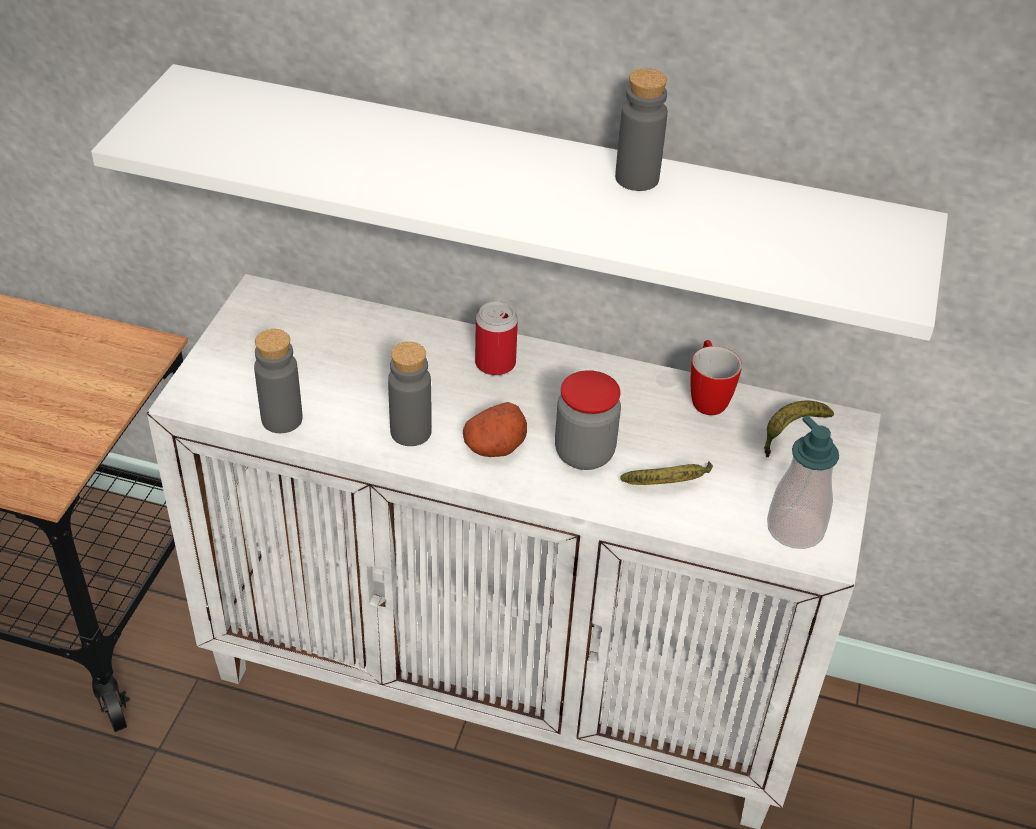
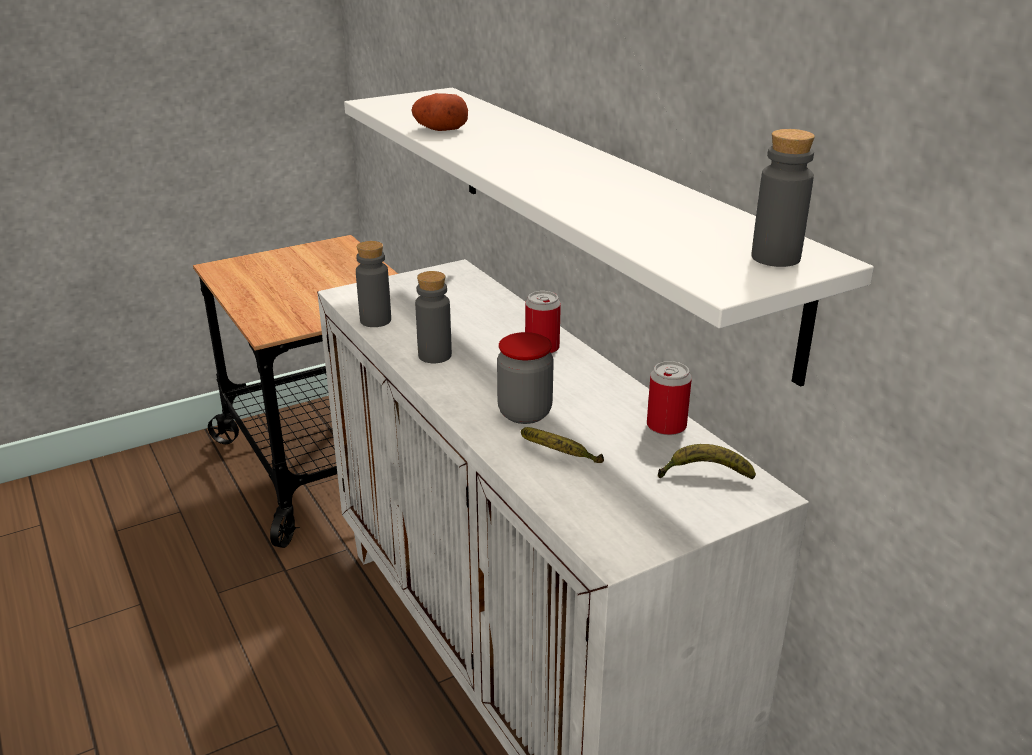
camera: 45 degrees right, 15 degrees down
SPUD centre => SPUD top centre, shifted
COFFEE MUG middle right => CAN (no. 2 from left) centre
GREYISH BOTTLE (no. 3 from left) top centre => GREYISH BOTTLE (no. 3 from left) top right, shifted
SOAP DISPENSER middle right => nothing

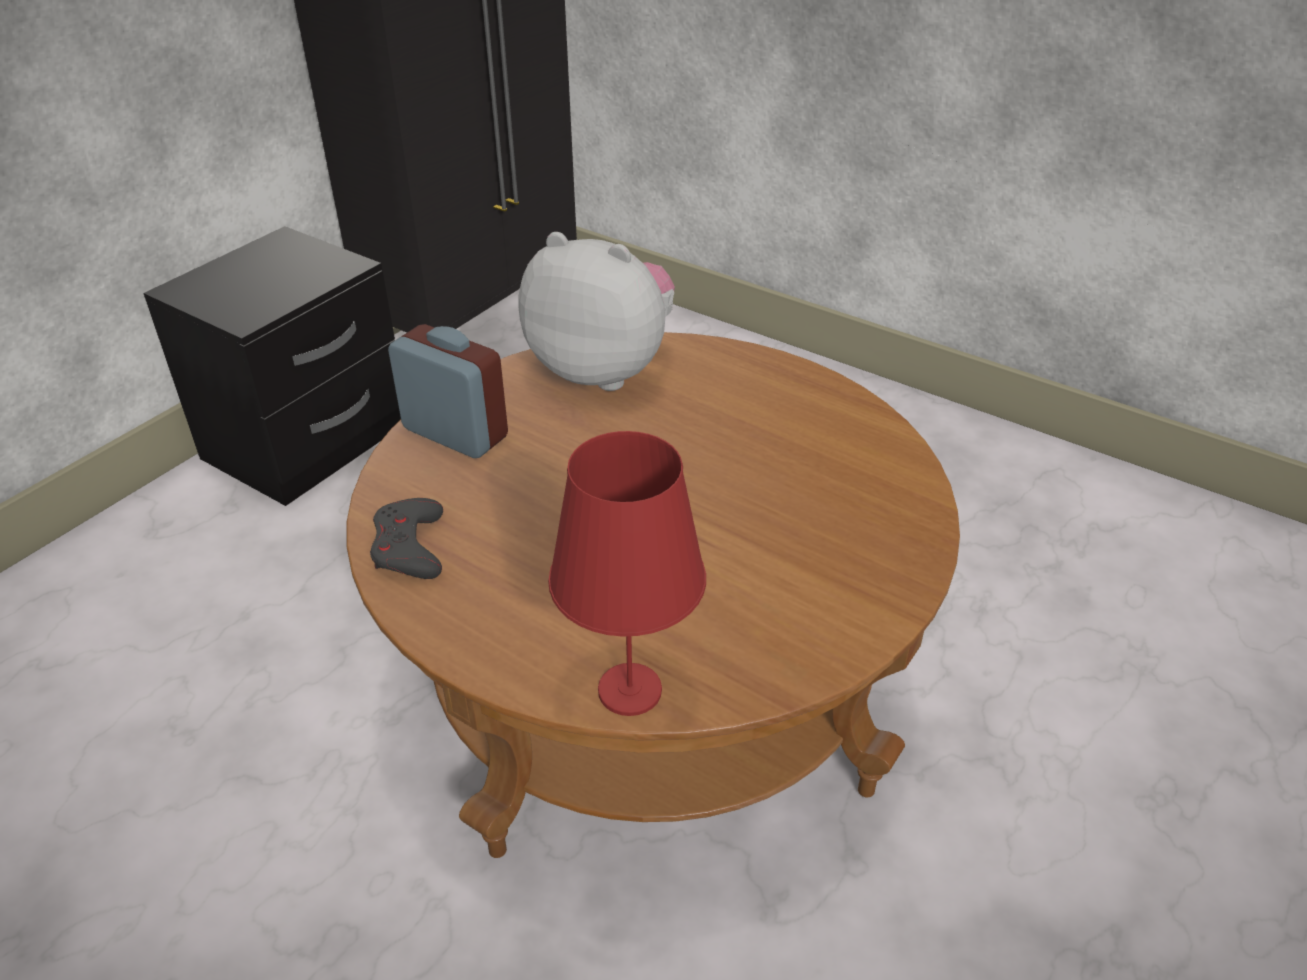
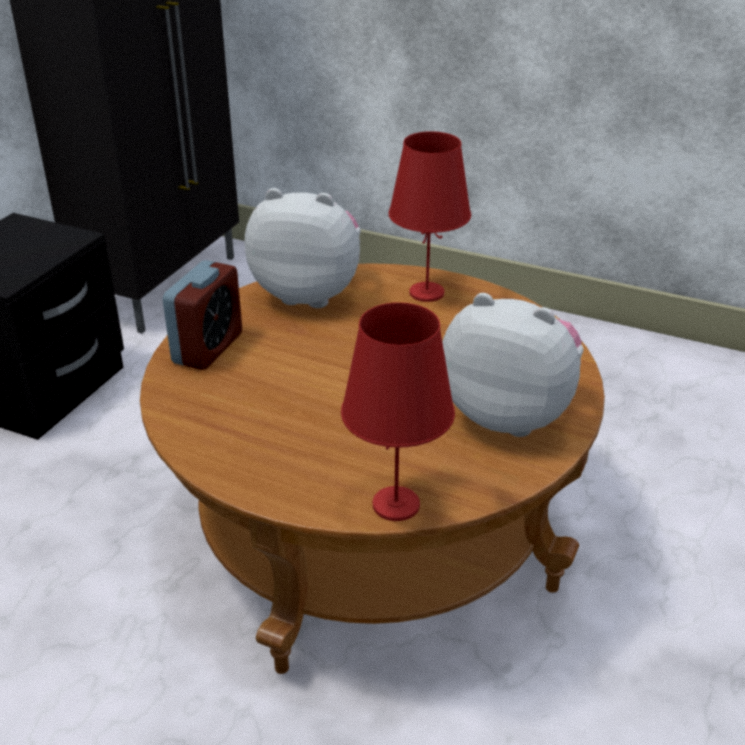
camera: 10 degrees left, 5 degrees down
ALARM CLOCK centre => ALARM CLOCK middle left, 90 degrees clockwise
nothing => RED-COLOURED TABLE LAMP (no. 2 from left) top centre
nothing => PLUSH TOY (no. 2 from left) middle right
GREYISH GAMEPAD middle left => nothing

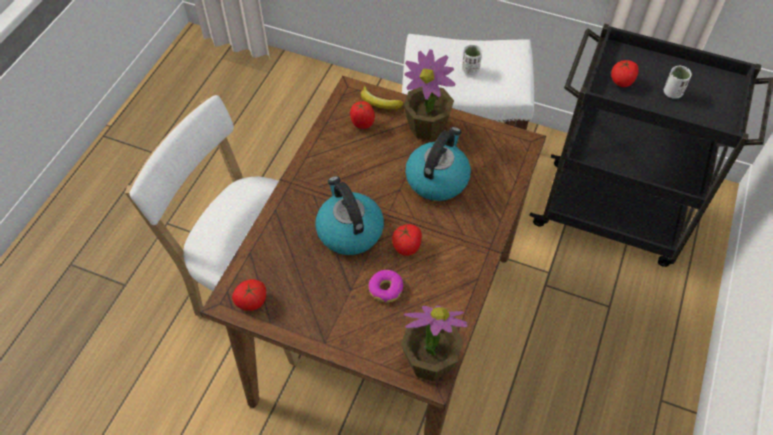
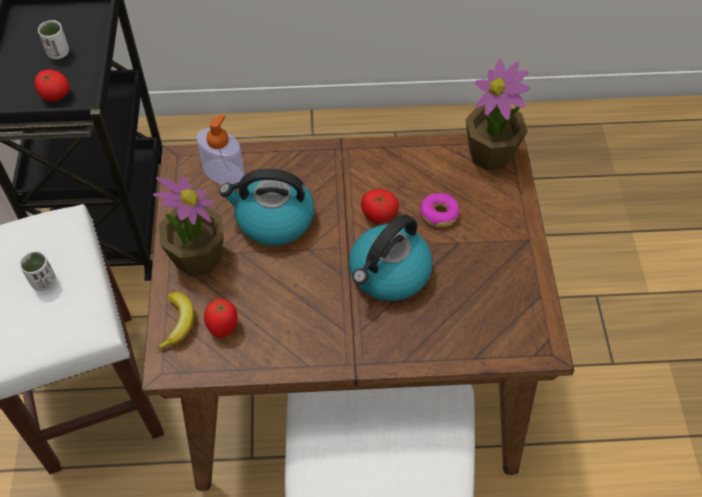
camera: 115 degrees left, 0 degrees up
nothing => SOAP DISPENSER top left
TOMATO (no. 1 from left) bottom left => nothing

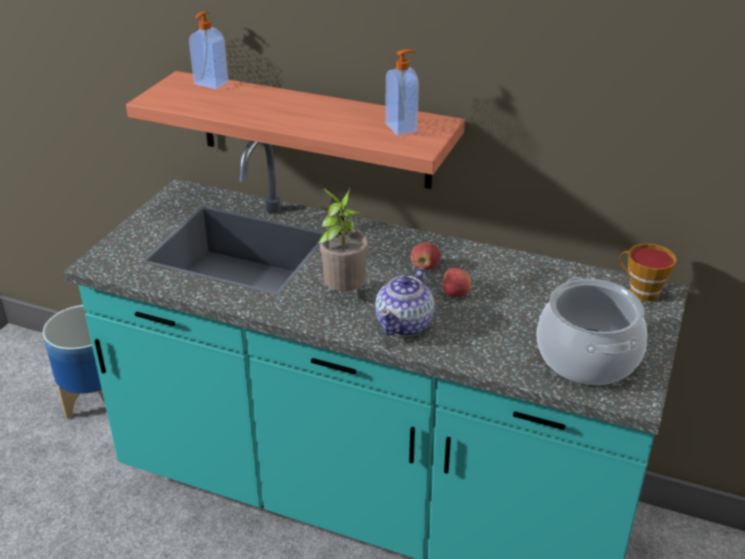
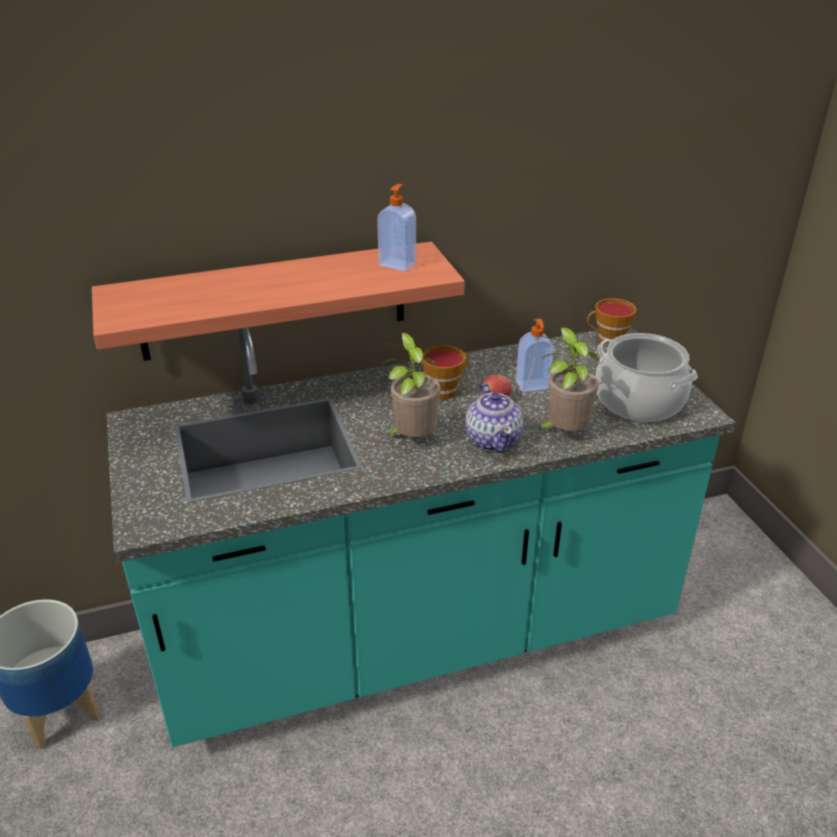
camera: 40 degrees left, 0 degrees up
APPLE FRUIT (no. 1 from left) centre => SMALL CUP (no. 1 from left) centre
SOAP DISPENSER (no. 1 from left in the first image) top left => SOAP DISPENSER (no. 2 from left) centre, shifted
nothing => POTTED PLANT (no. 2 from left) middle right

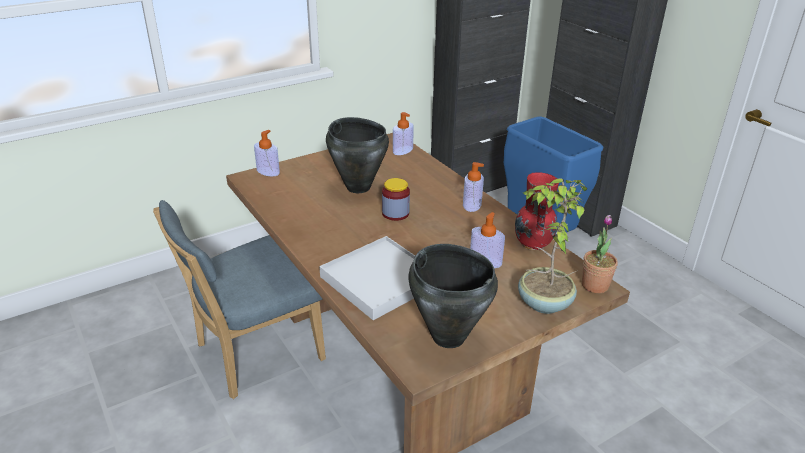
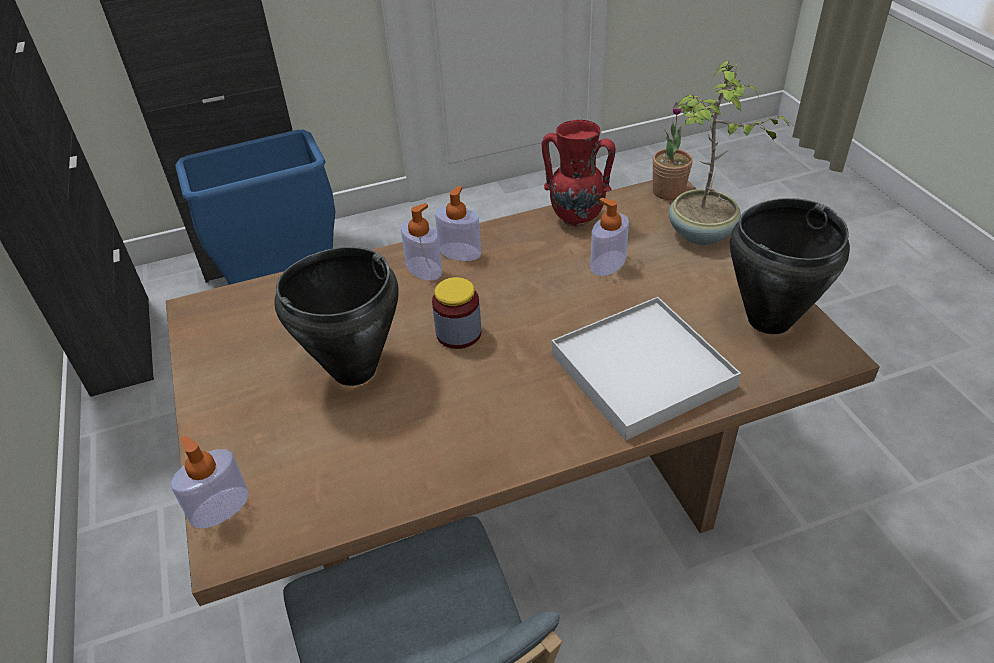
camera: 75 degrees left, 10 degrees up
SOAP DISPENSER (no. 2 from left) top centre => SOAP DISPENSER (no. 2 from left) centre, shifted

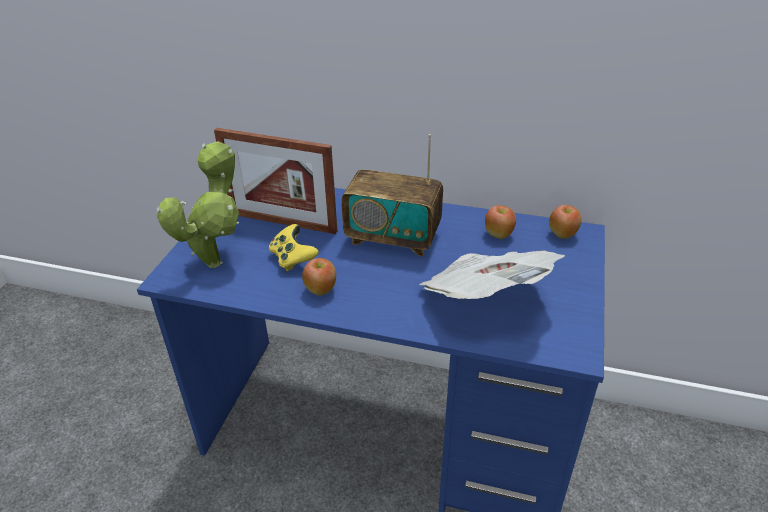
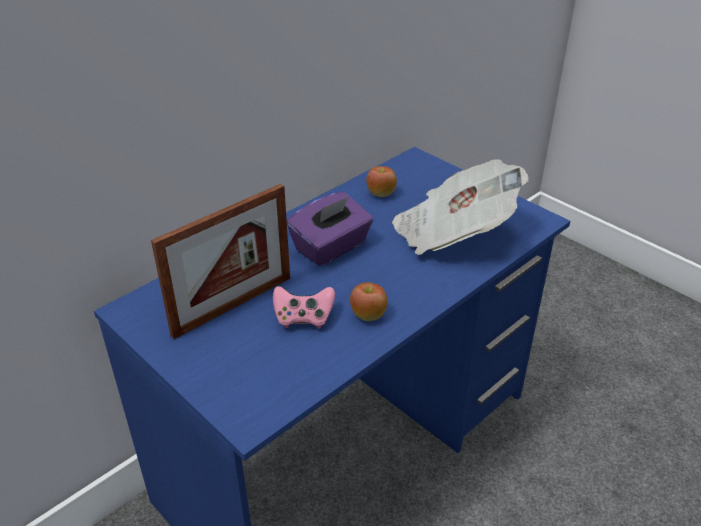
camera: 60 degrees left, 0 degrees up
YELLOWISH GAMEPAD centre => PINKISH GAMEPAD centre
RADIO centre => PURPLISH BOX OF TISSUES centre
POTTED PLANT middle left => nothing
APPLE FRUIT (no. 3 from left) middle right => nothing

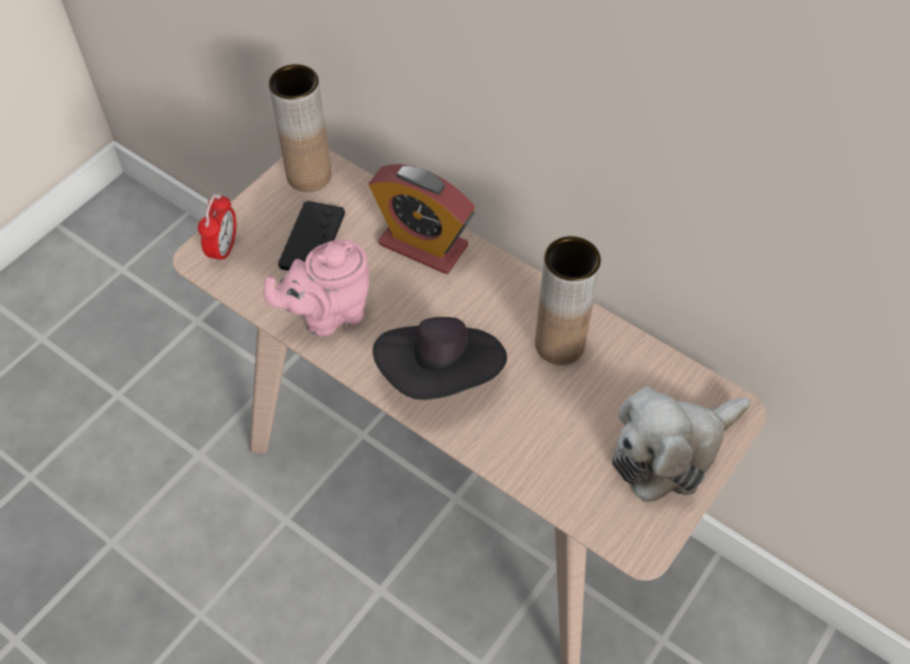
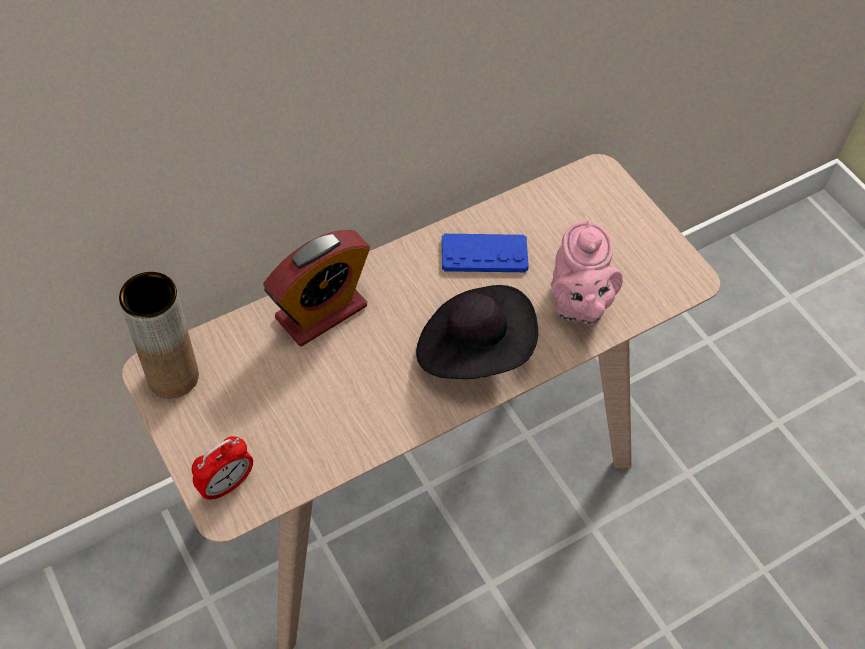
camera: 70 degrees left, 0 degrees up
ALARM CLOCK (no. 1 from left) middle left => ALARM CLOCK (no. 1 from left) bottom left, 105 degrees clockwise
BROWN VASE (no. 2 from left) centre => BLUISH GAMEPAD centre
PINKISH TEA POT centre => PINKISH TEA POT middle right, shifted
BLACKISH GAMEPAD centre => nothing
PLUSH TOY bottom right => nothing

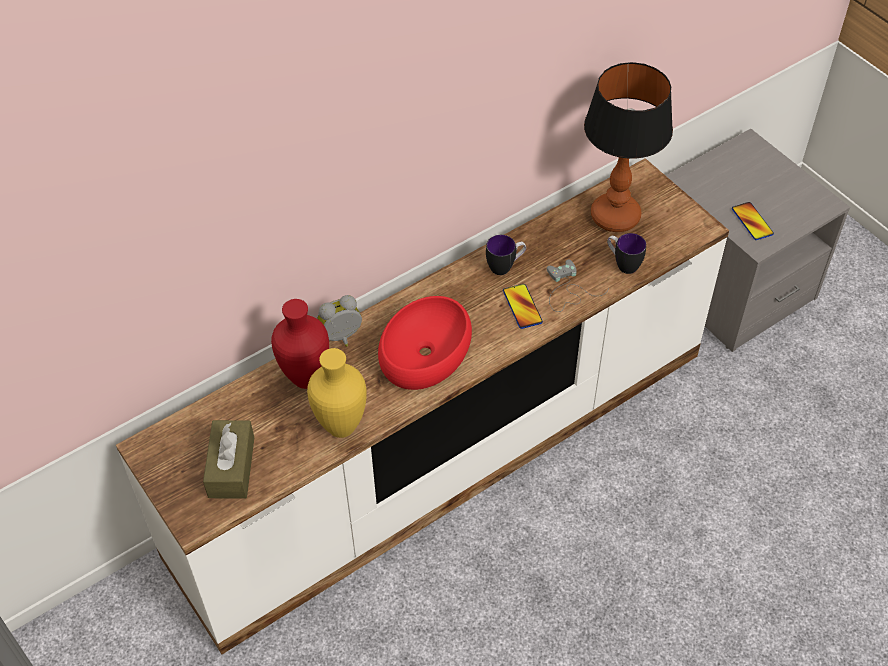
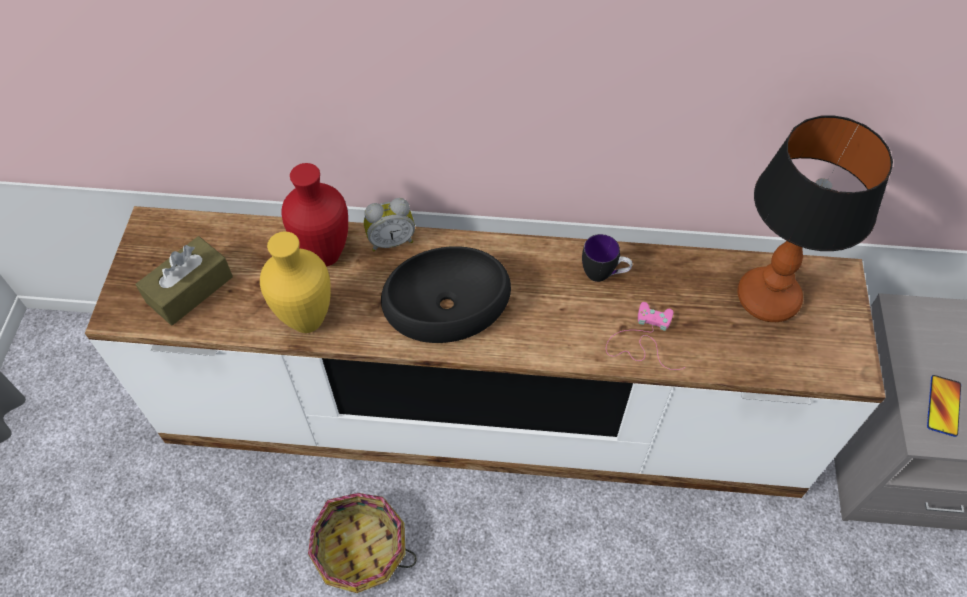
camera: 40 degrees right, 5 degrees up
nothing => BASKET bottom centre
ALARM CLOCK centre, 150 degrees clockwise
RED-COLOURED SERVING BOWL centre => BLACKISH SERVING BOWL centre
GREYISH GAMEPAD centre => PINKISH GAMEPAD middle right
PHONE (no. 1 from left) centre => nothing
COFFEE MUG (no. 2 from left) middle right => nothing

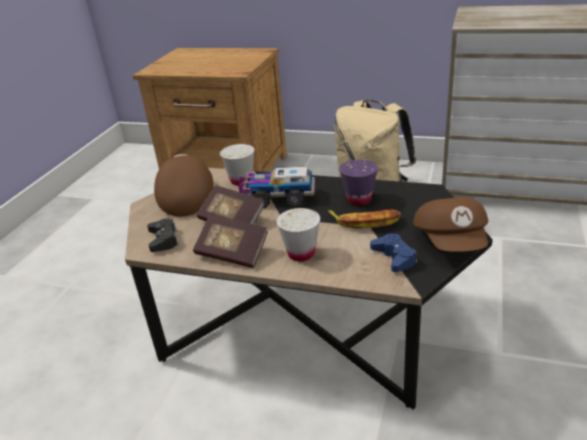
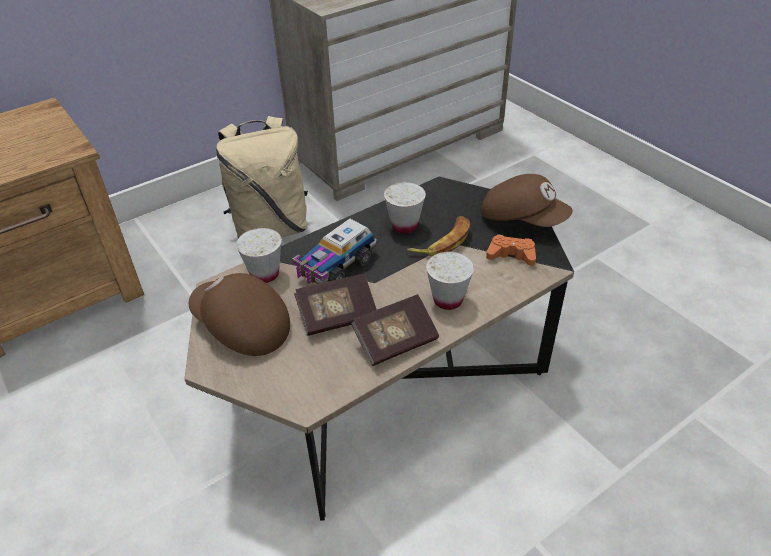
camera: 55 degrees left, 10 degrees up
PURPLISH SMALL CUP centre => WHITISH SMALL CUP (no. 2 from left) centre
BLUISH GAMEPAD middle right => ORANGE-COLOURED GAMEPAD centre
BLACKISH GAMEPAD middle left => nothing

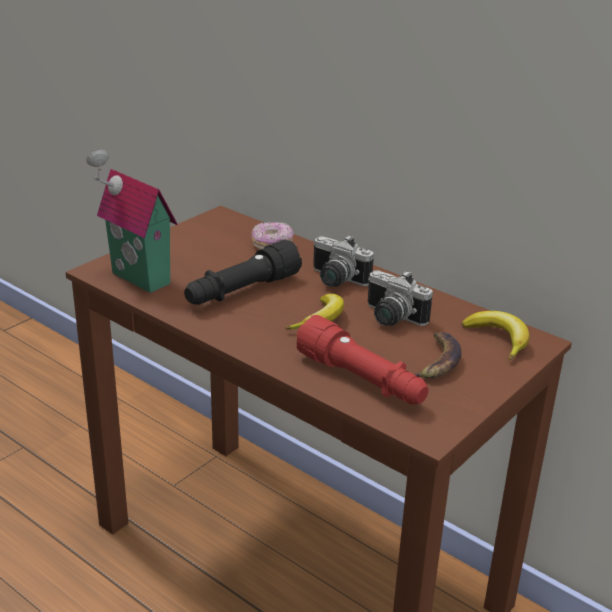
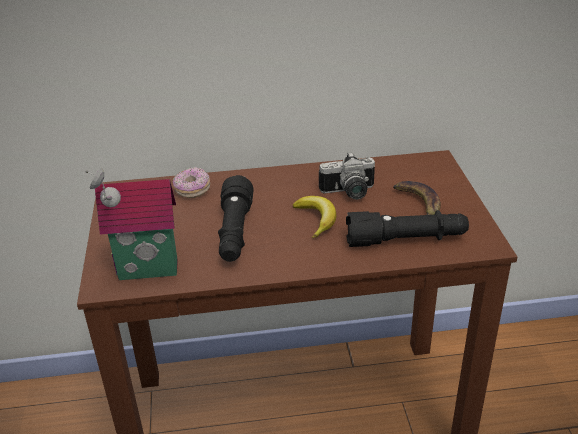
camera: 45 degrees left, 5 degrees up
RED-COLOURED TORCH centre => BLACKISH TORCH (no. 2 from left) middle right
PHOTO CAMERA (no. 1 from left) centre => nothing
BANANA (no. 3 from left) middle right => nothing

